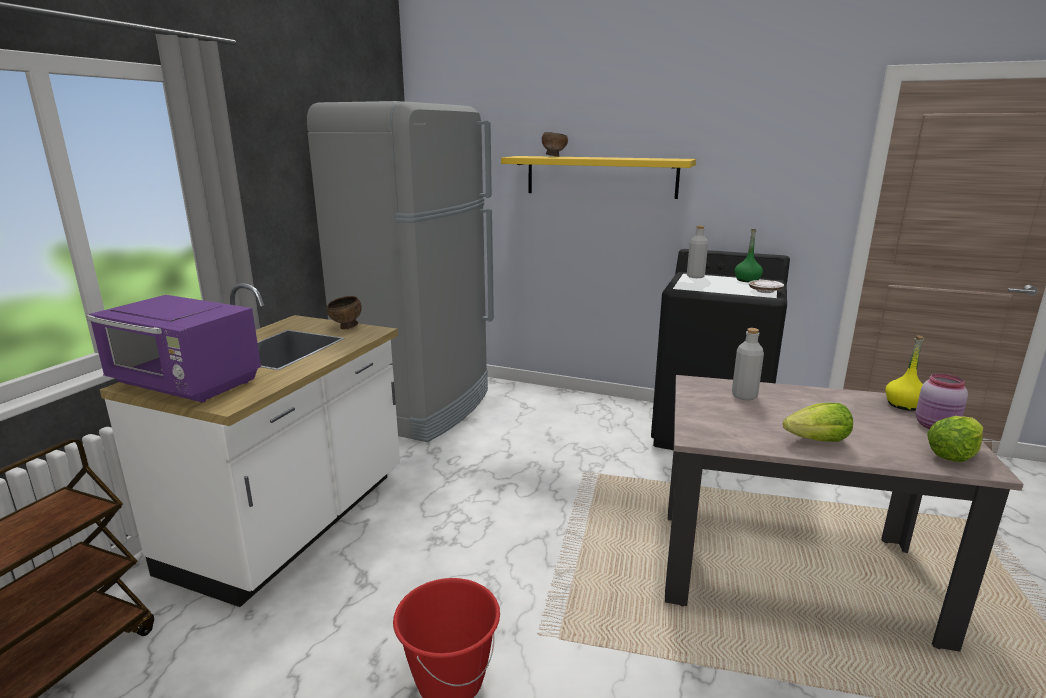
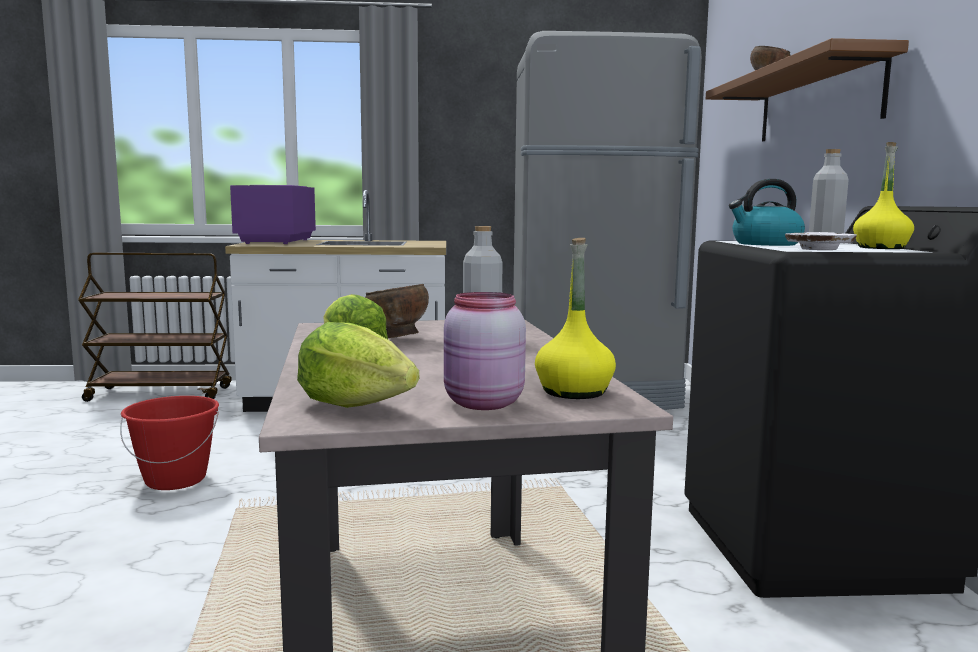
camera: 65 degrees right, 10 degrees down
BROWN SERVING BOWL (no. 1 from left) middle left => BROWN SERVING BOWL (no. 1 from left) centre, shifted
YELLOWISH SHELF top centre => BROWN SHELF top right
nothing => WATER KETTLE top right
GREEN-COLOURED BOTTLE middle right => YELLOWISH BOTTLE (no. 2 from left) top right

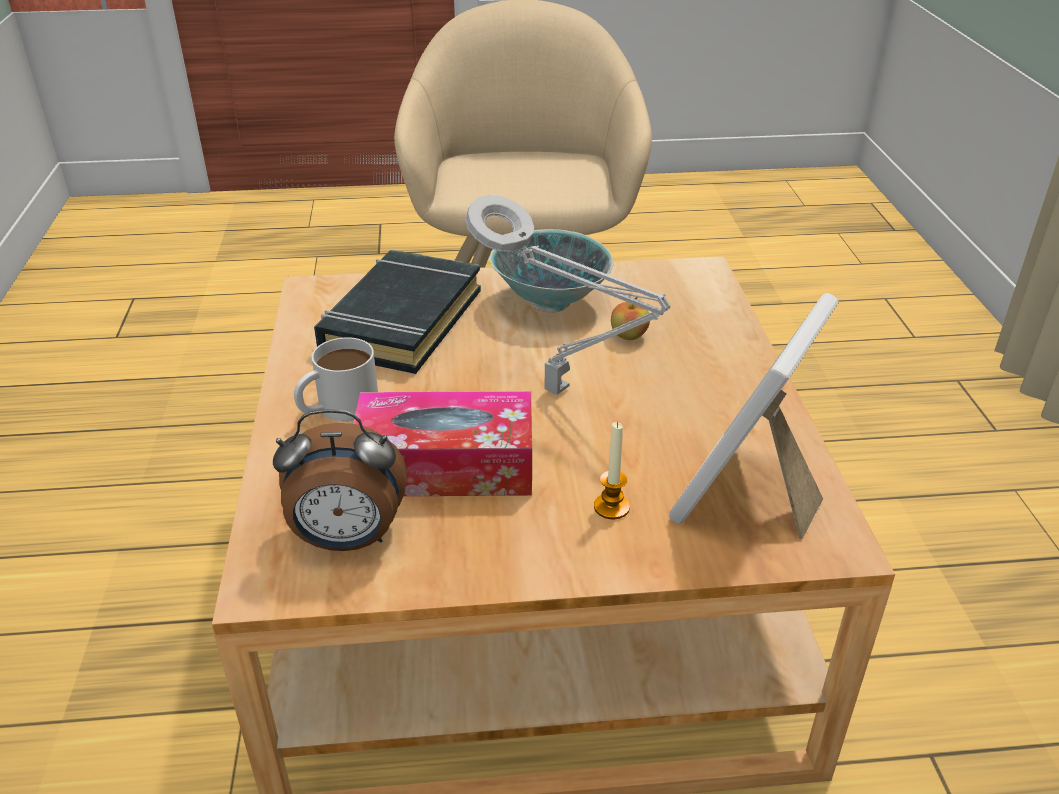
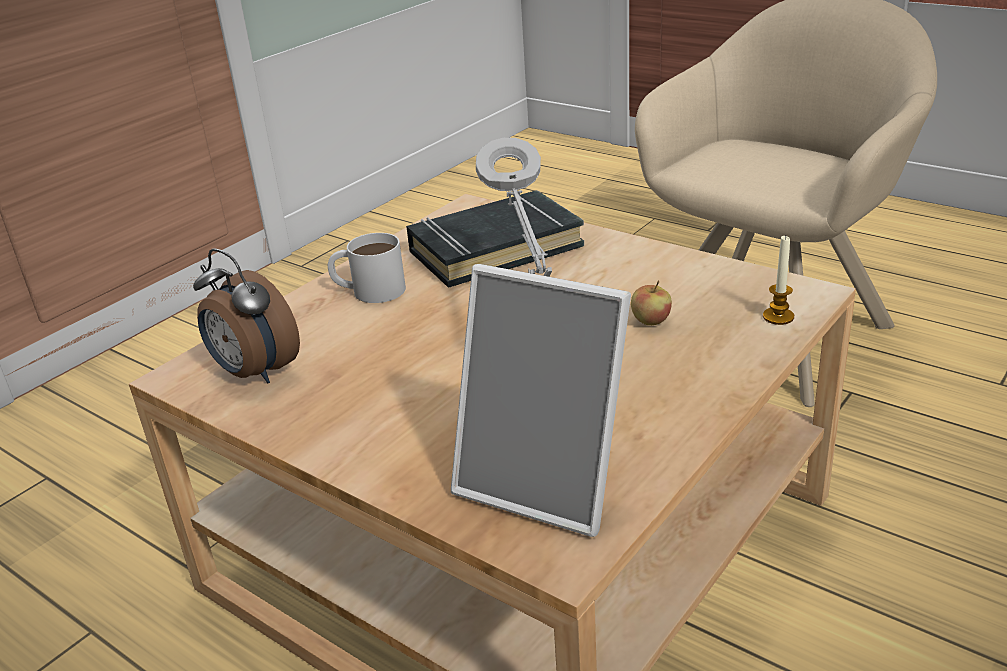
camera: 45 degrees right, 5 degrees down
PICTURE FRAME middle right => PICTURE FRAME centre, 135 degrees counterclockwise
WAX LIGHT centre => WAX LIGHT middle right, shifted
BOX OF TISSUES centre => nothing
SERVING BOWL centre => nothing

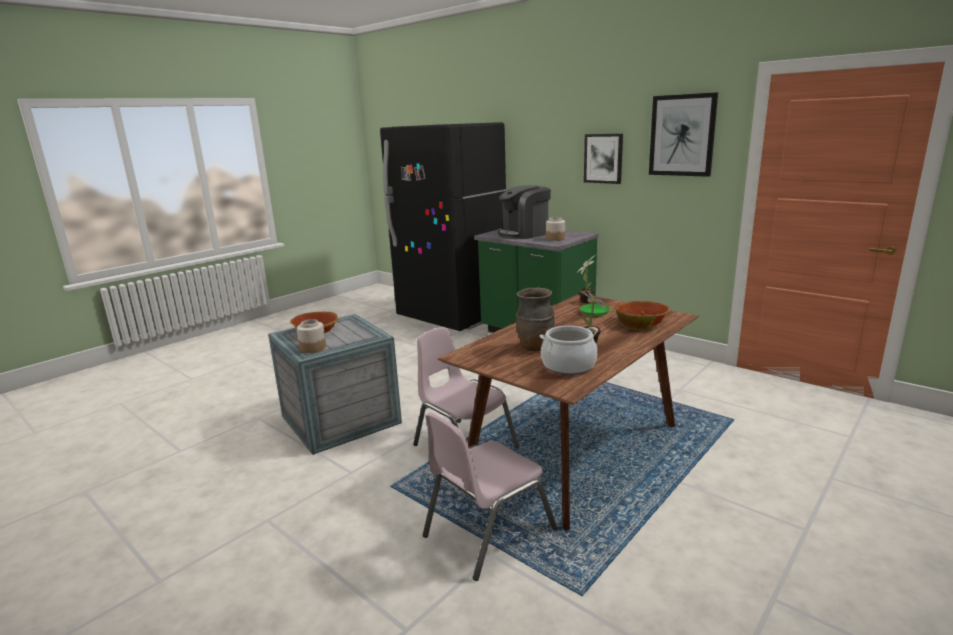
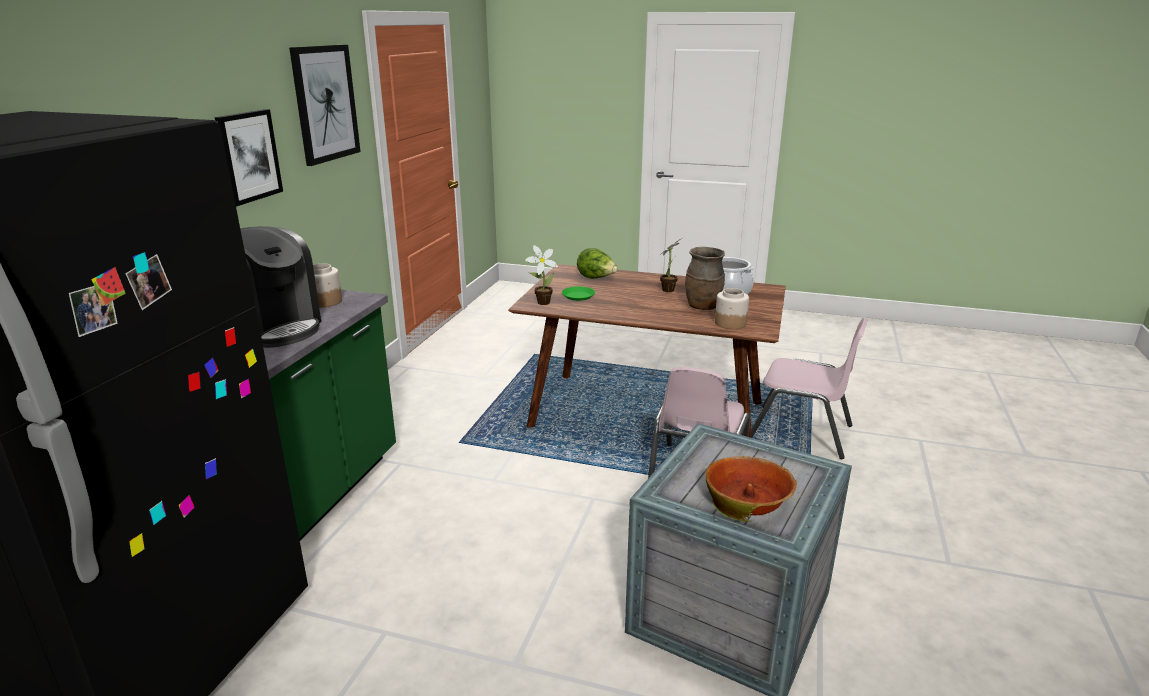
camera: 115 degrees left, 5 degrees up
SERVING BOWL (no. 2 from left) middle right => HEAD OF LETTUCE centre
STORAGE JAR (no. 1 from left in the first image) middle left => STORAGE JAR (no. 2 from left) centre, shifted

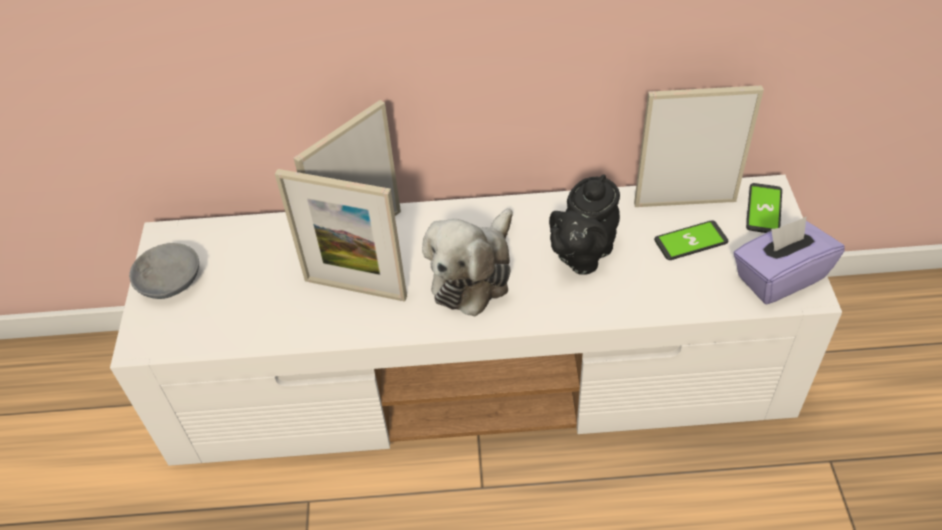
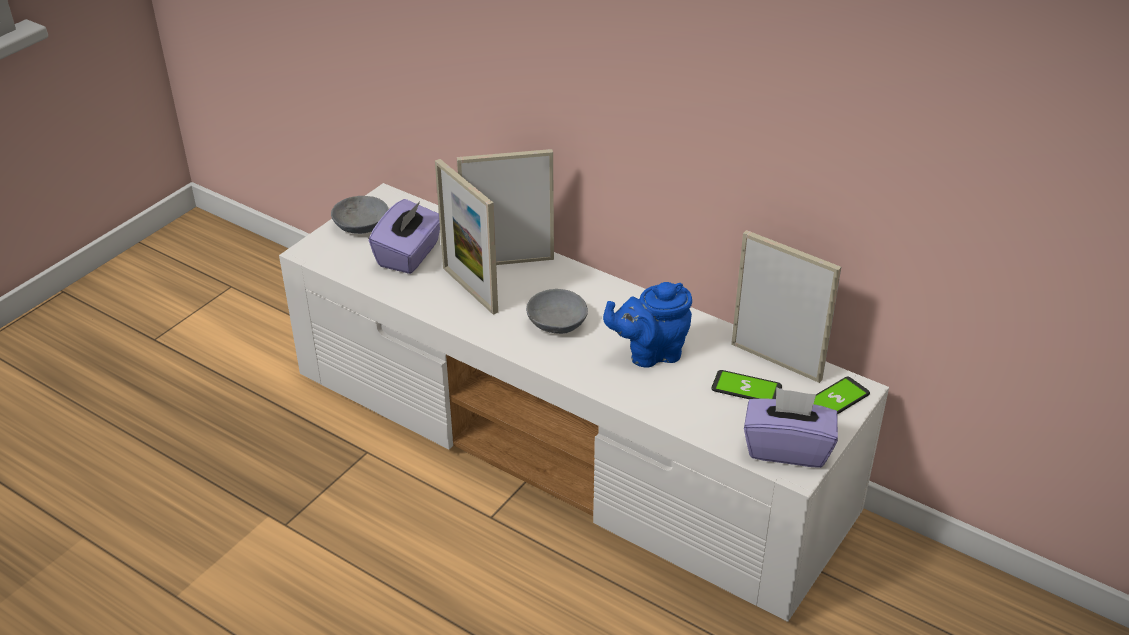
camera: 35 degrees right, 10 degrees down
nothing => PURPLISH BOX OF TISSUES (no. 1 from left) centre
PLUSH TOY centre => GREYISH SERVING BOWL (no. 2 from left) centre
BLACKISH TEA POT centre => BLUISH TEA POT centre

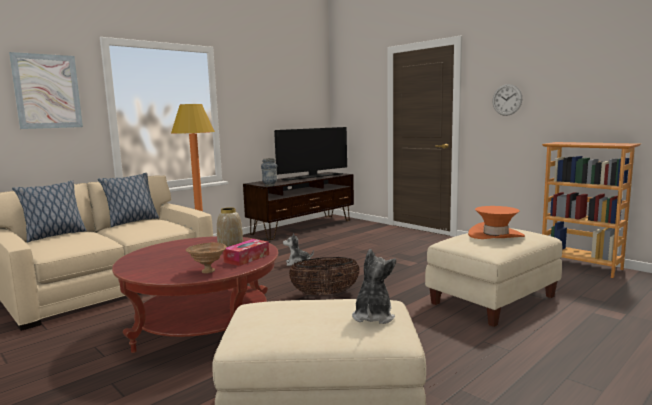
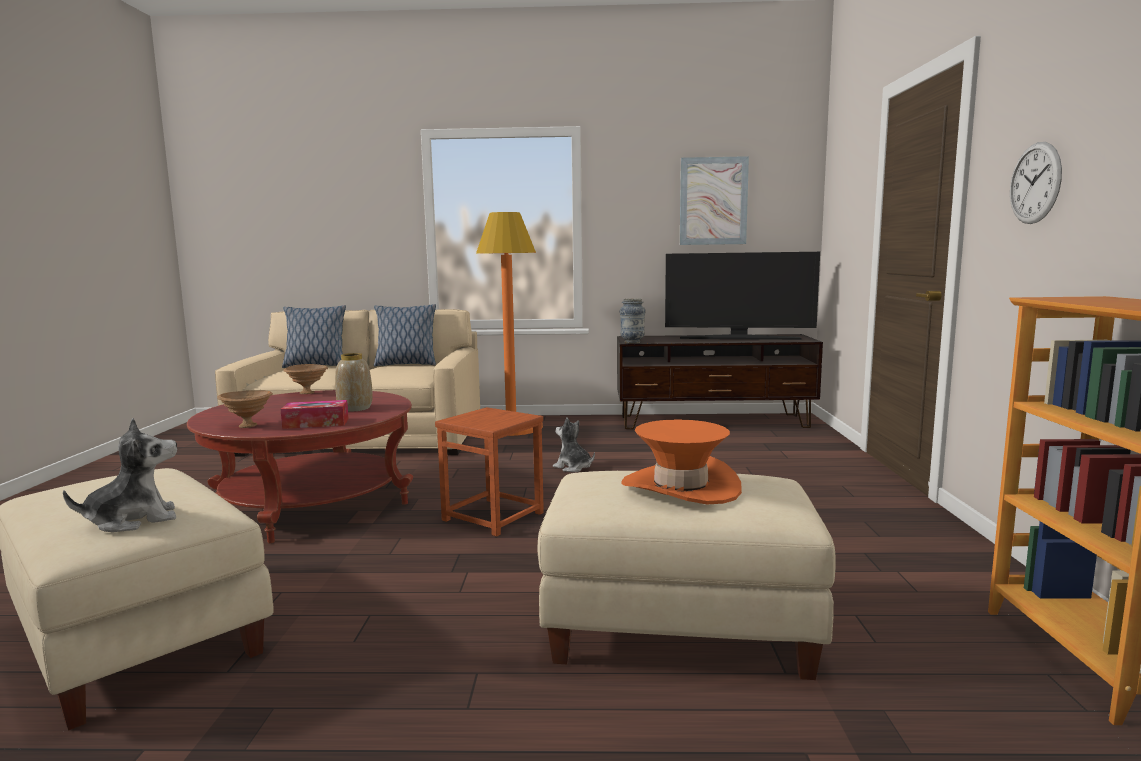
camera: 45 degrees right, 0 degrees up
nothing => BROWN SERVING BOWL (no. 2 from left) middle left
BASKET bottom centre => BROWN SITTING STOOL centre
WALL PICTURE top left => WALL PICTURE top centre, shifted

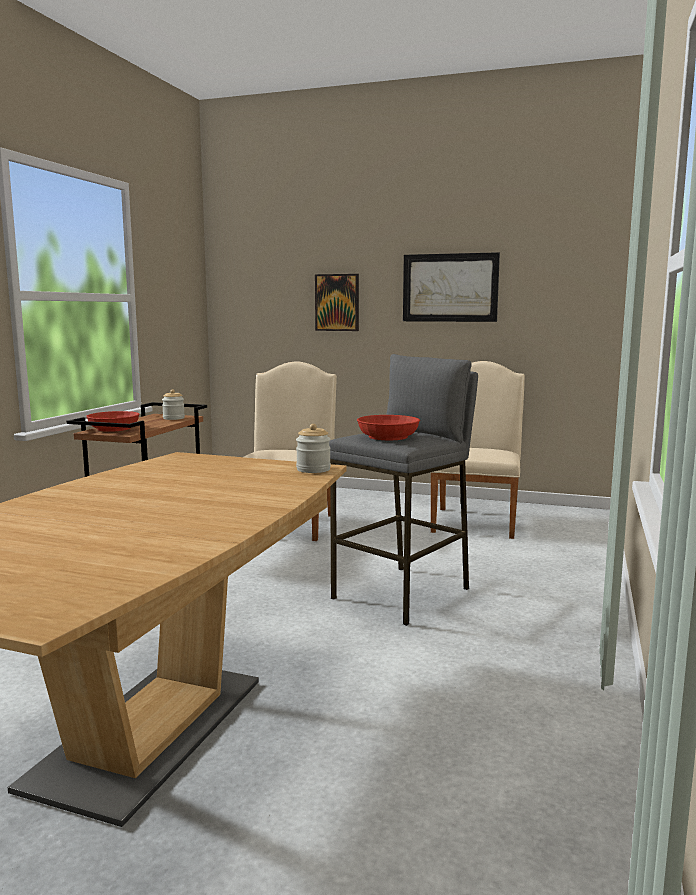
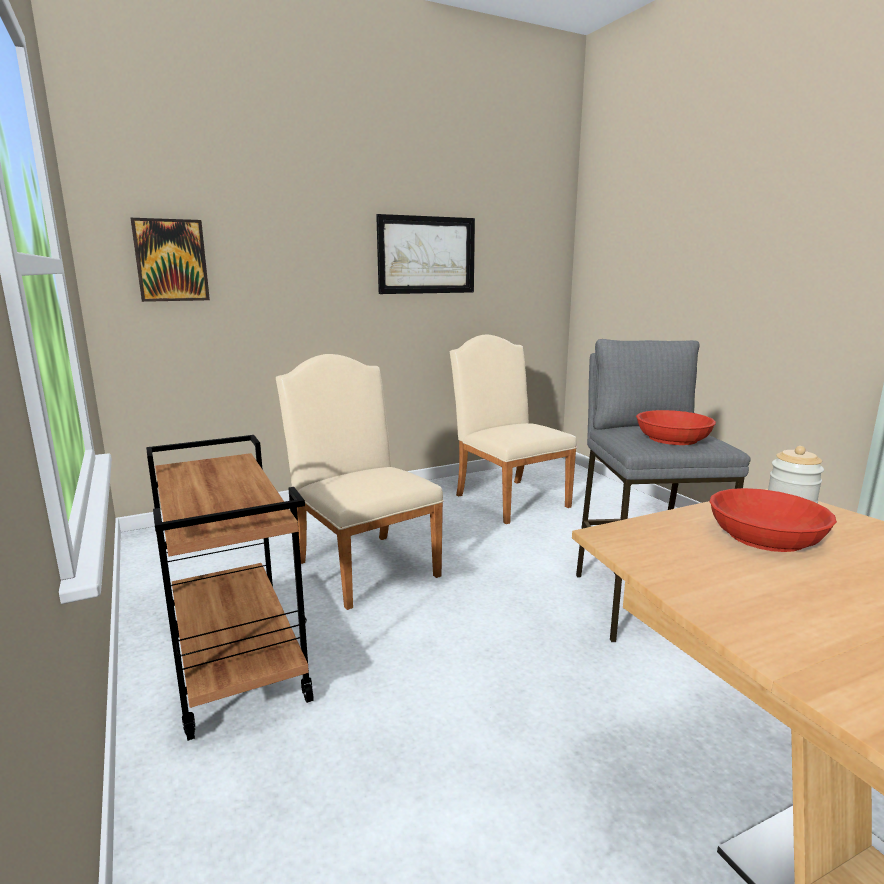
camera: 45 degrees left, 5 degrees up
WALL PICTURE (no. 1 from left) centre => WALL PICTURE (no. 1 from left) top left, shifted
RED-COLOURED SERVING BOWL (no. 1 from left in the first image) middle left => RED-COLOURED SERVING BOWL (no. 2 from left) middle right, shifted
STORAGE JAR (no. 1 from left) middle left => nothing

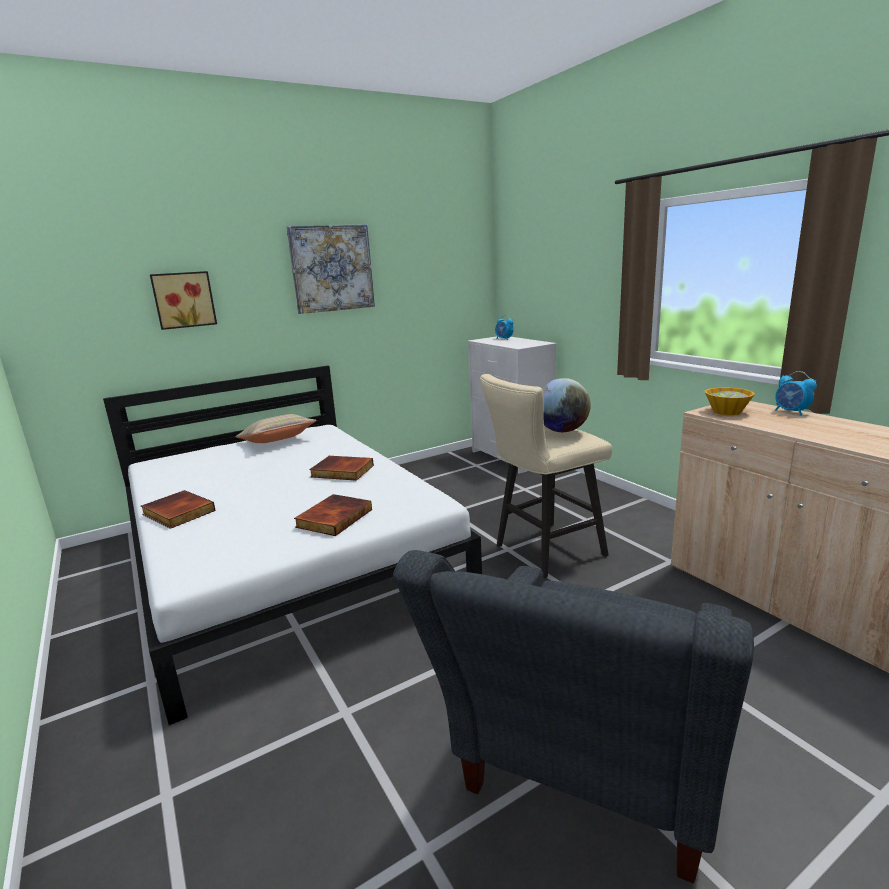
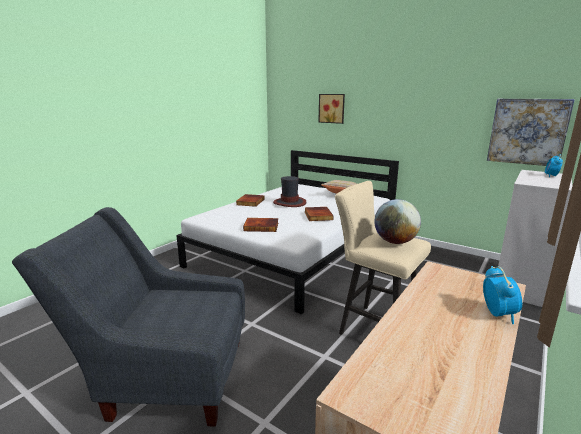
camera: 65 degrees right, 0 degrees up
nothing => CLOTHING HAT centre
ALARM CLOCK (no. 2 from left in the first image) middle right => ALARM CLOCK (no. 1 from left) bottom right, 150 degrees clockwise
WALL PICTURE (no. 2 from left) top centre => WALL PICTURE (no. 2 from left) top right, shifted
SERVING BOWL middle right => nothing

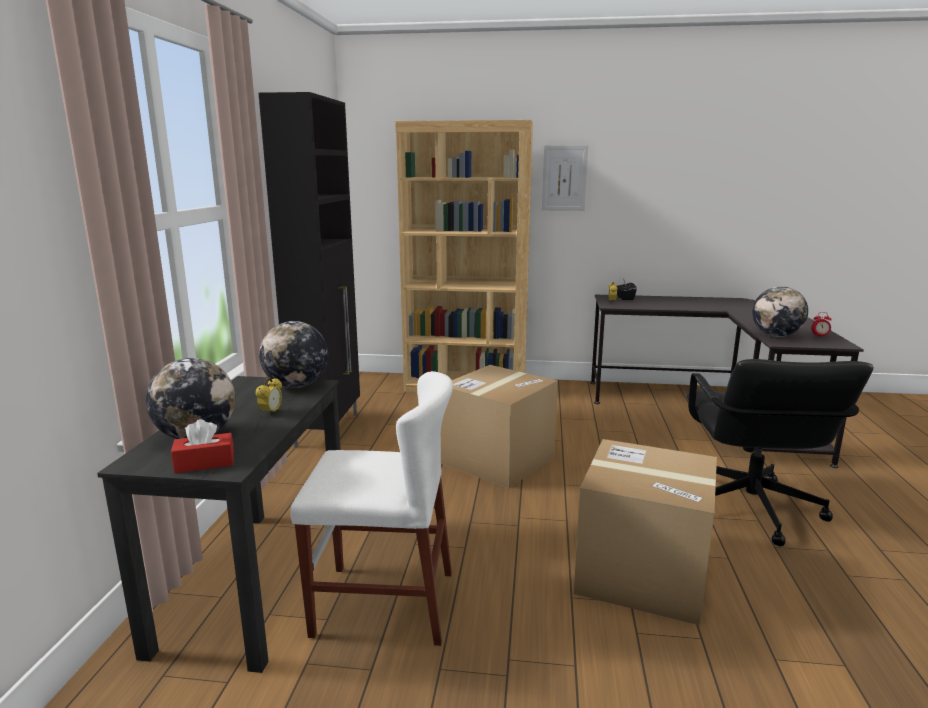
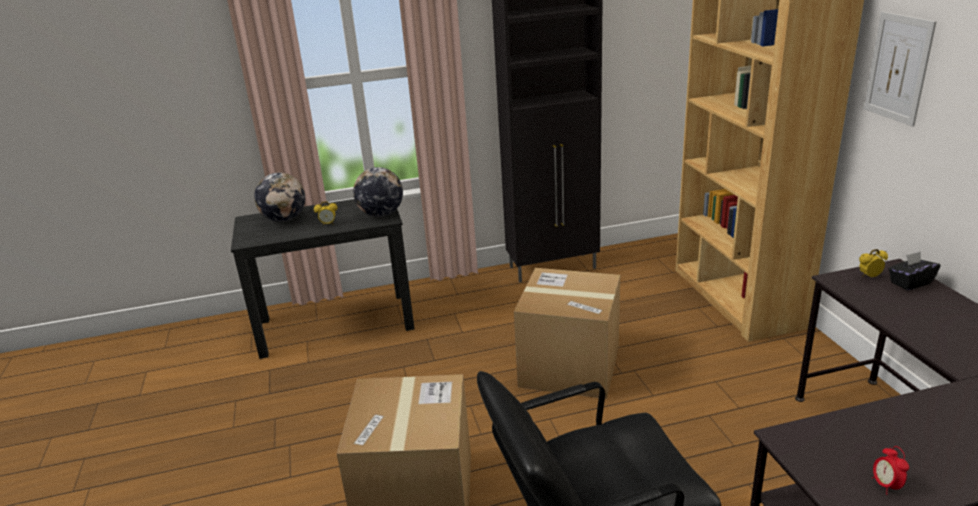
camera: 70 degrees right, 10 degrees up
RED-COLOURED BOX OF TISSUES middle left => nothing
WHITISH UPRIGHT CHAIR bottom centre => nothing
WORLD GLOBE (no. 3 from left) middle right => nothing

